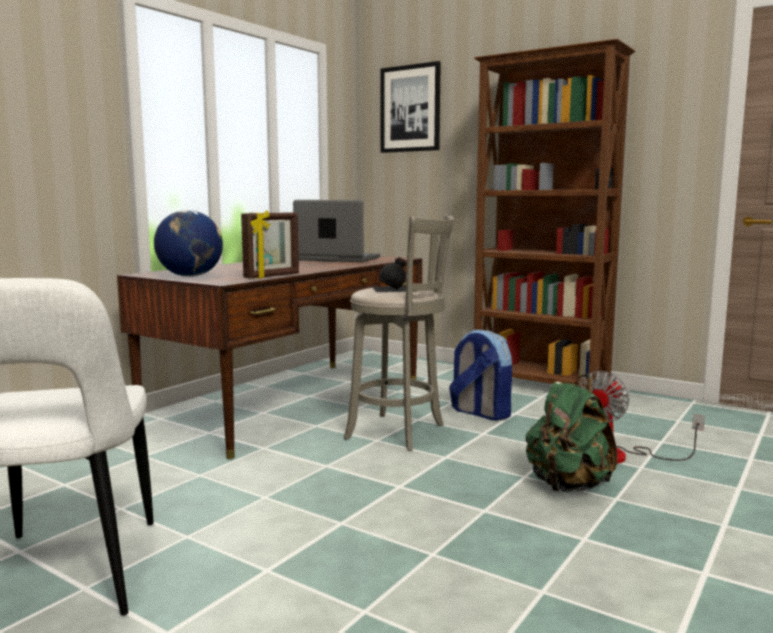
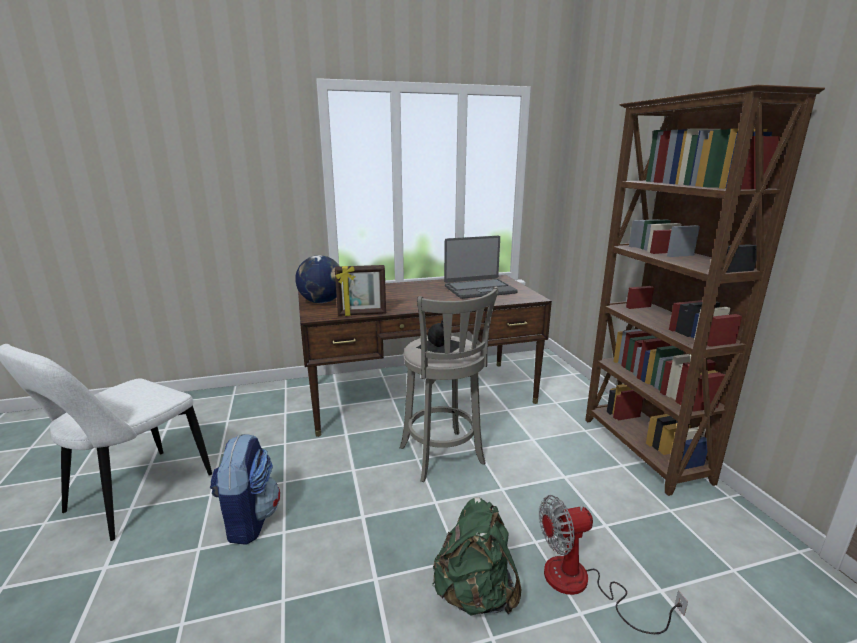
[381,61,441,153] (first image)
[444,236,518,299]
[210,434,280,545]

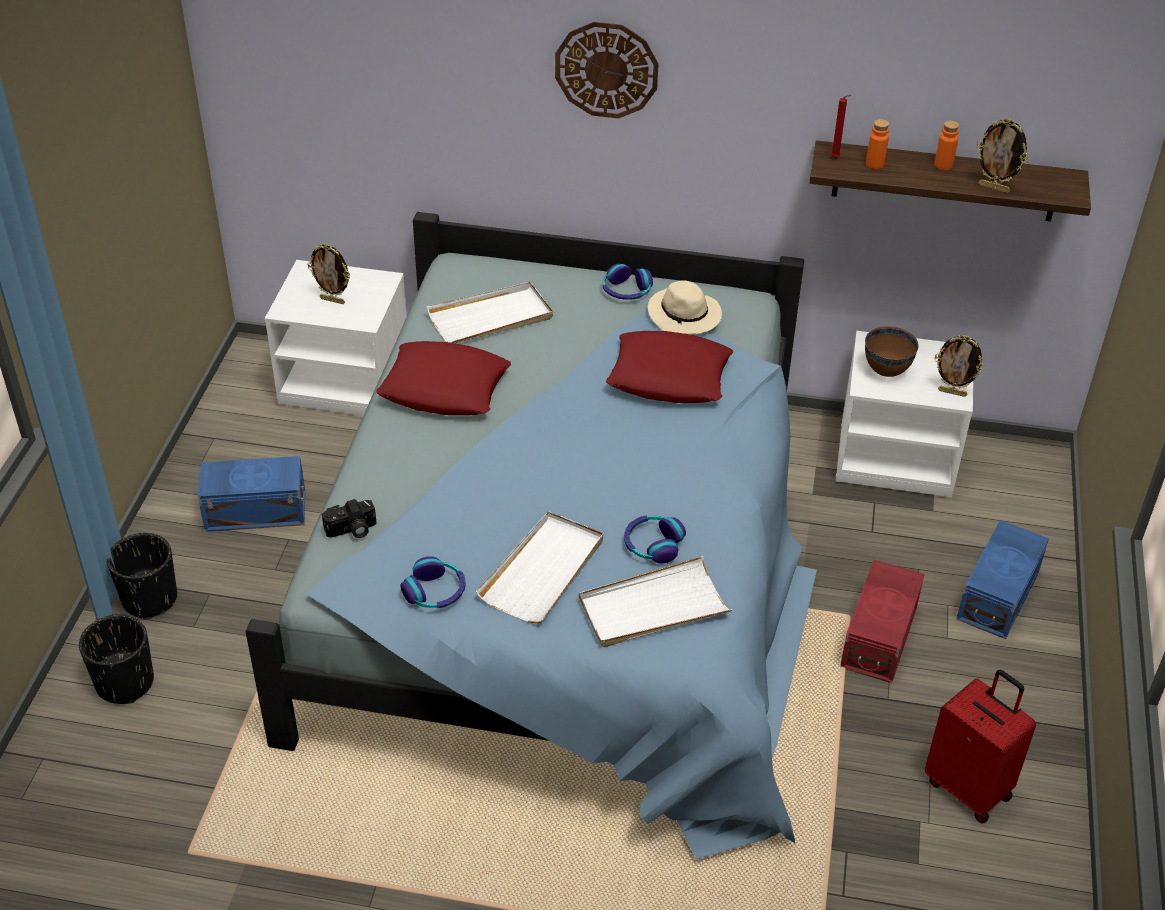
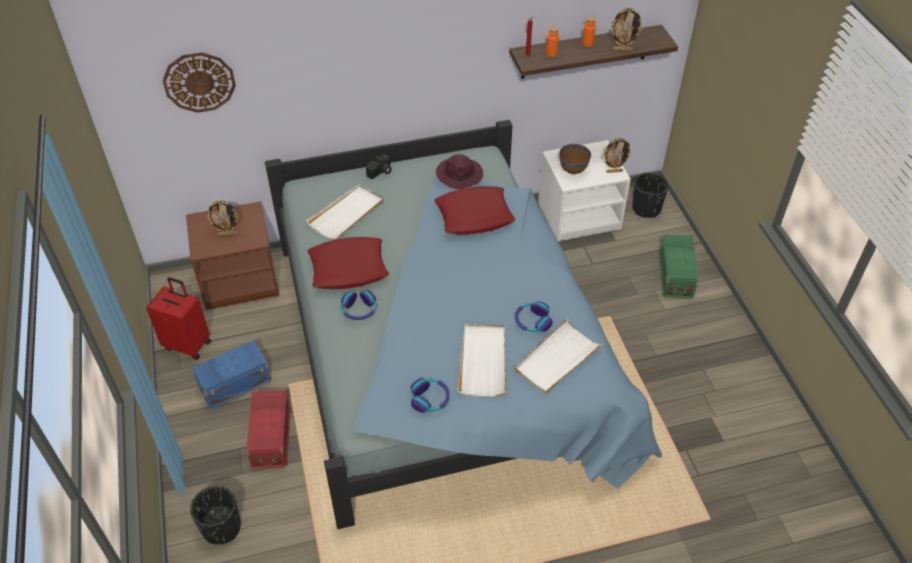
[162,52,236,113]
[186,202,279,310]
[341,290,377,320]
[436,154,483,189]
[366,154,392,179]
[658,234,699,299]
[632,173,669,218]
[246,390,291,469]
[146,277,211,360]

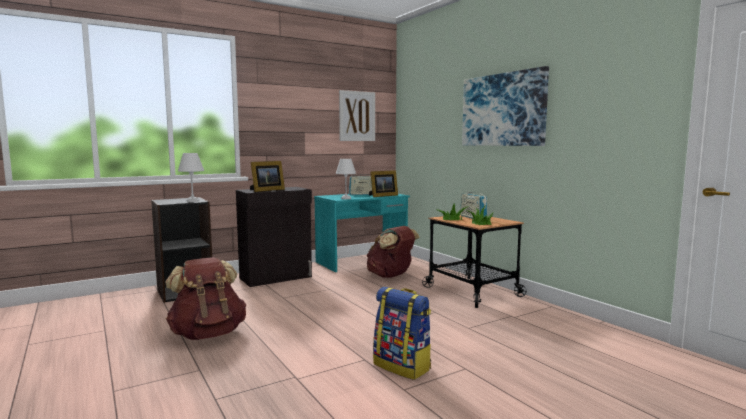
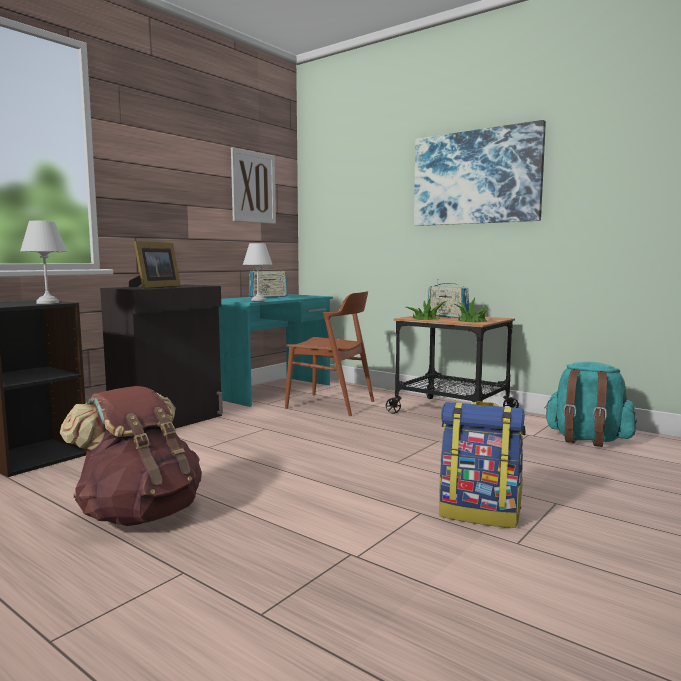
[369,170,398,197] (first image)
[285,291,374,416]
[544,362,637,447]

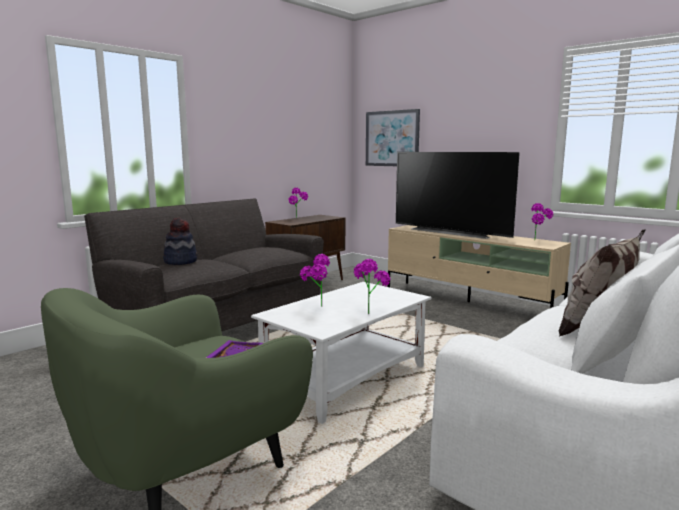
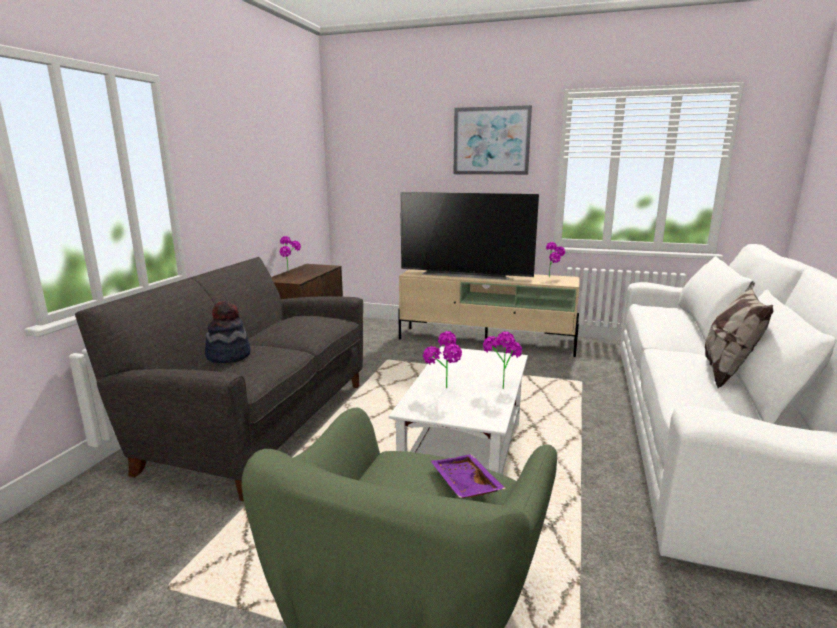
[454,105,532,175]

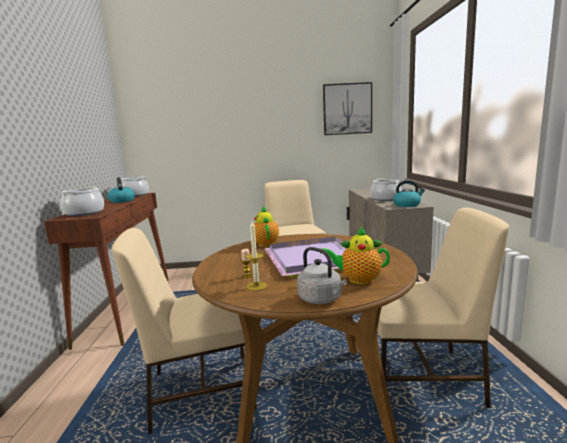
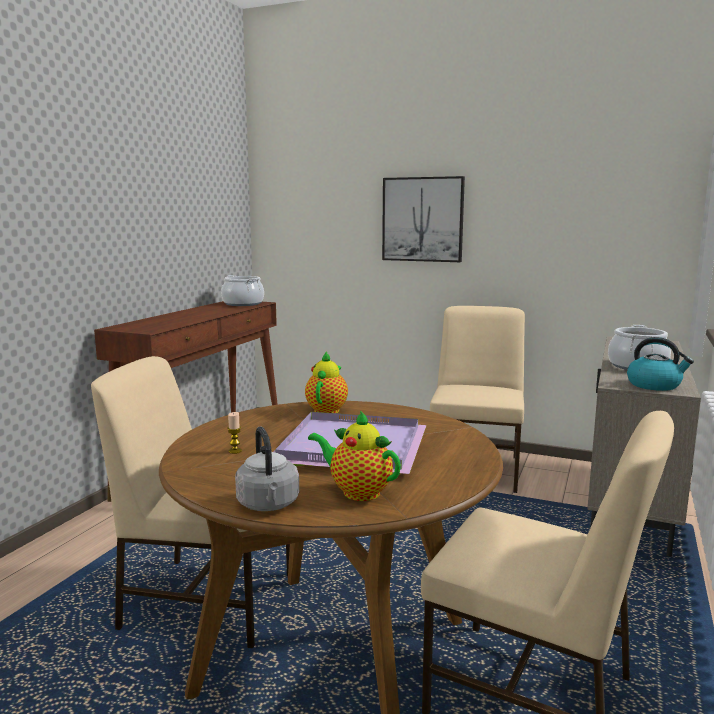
[382,176,465,262]
[107,177,135,203] (first image)
[60,186,104,216] (first image)
[245,221,267,291] (first image)

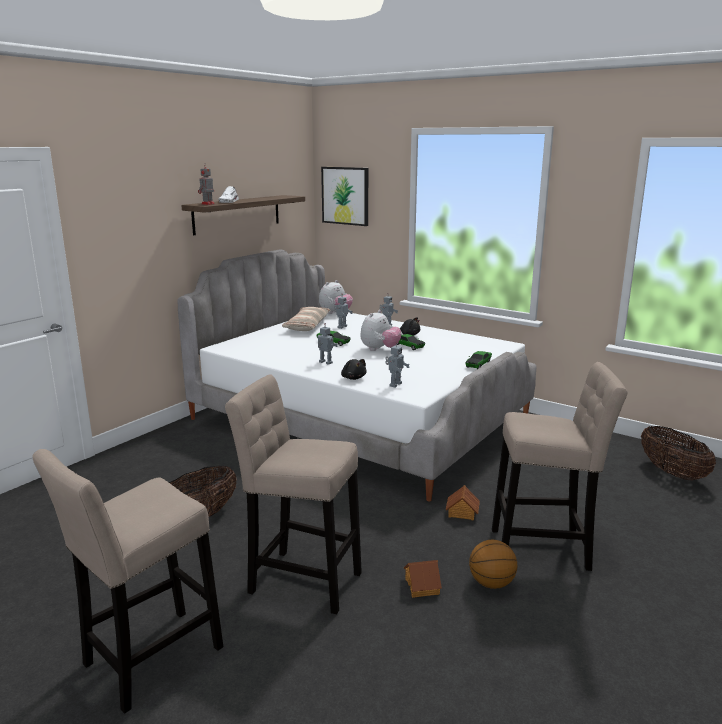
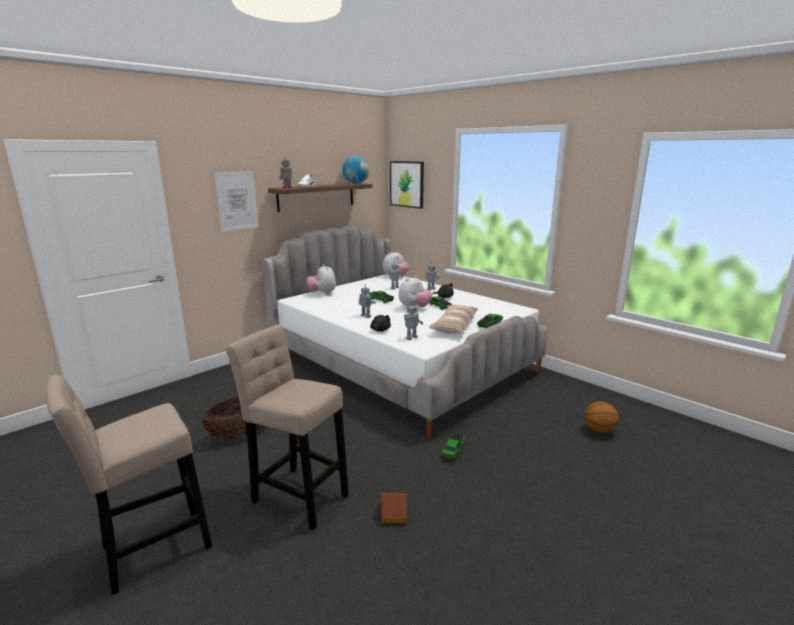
[429,305,478,334]
[492,362,627,571] (first image)
[641,426,716,480] (first image)
[441,433,465,459]
[585,401,619,433]
[342,156,369,184]
[214,171,259,232]
[307,264,336,295]

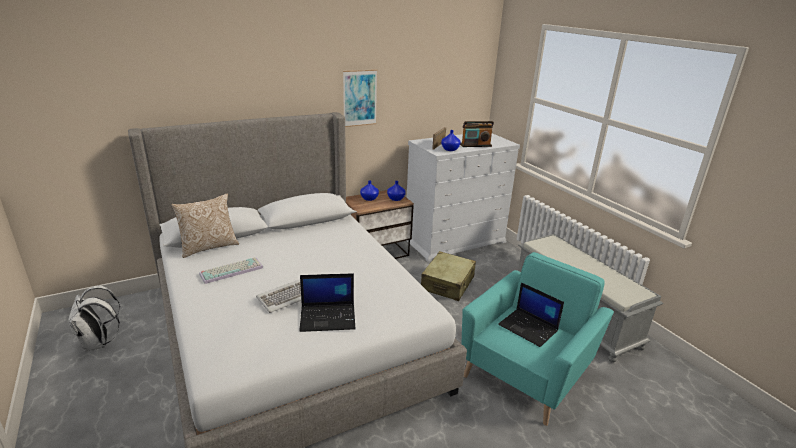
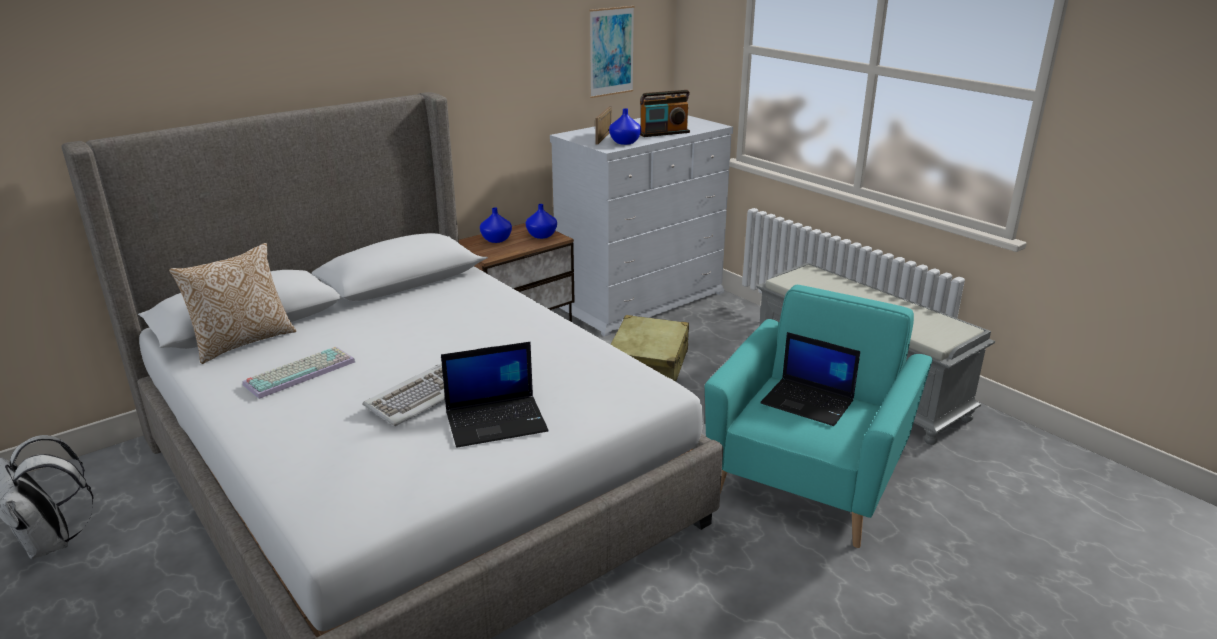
[589,6,634,98]

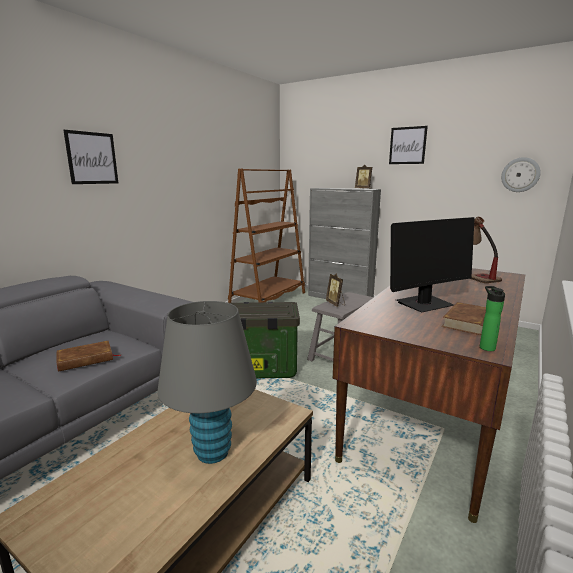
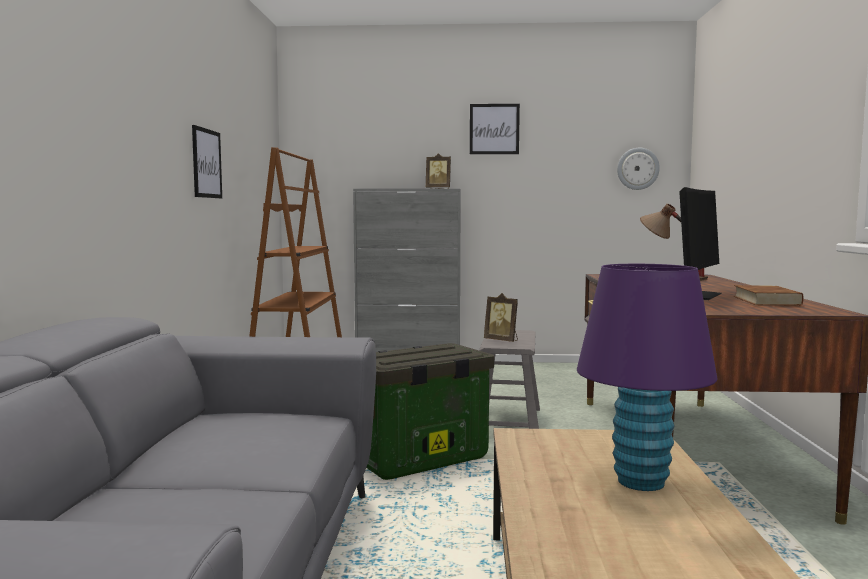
[192,125,222,198]
[480,286,505,351] (first image)
[577,264,717,491]
[57,341,121,372] (first image)

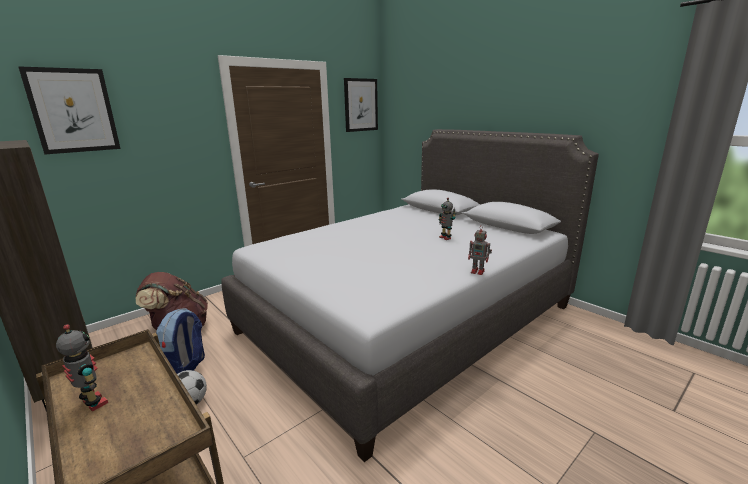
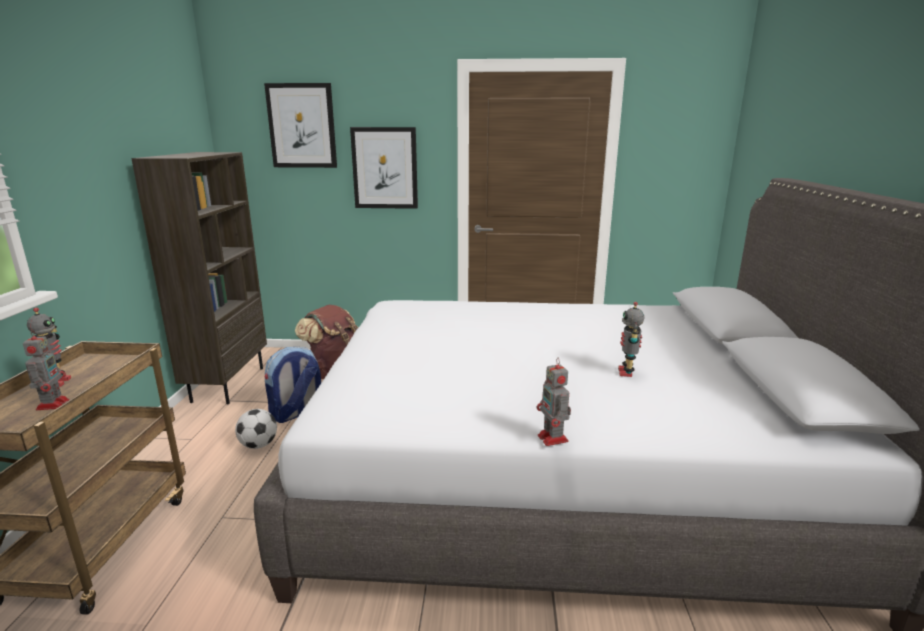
[350,127,418,209]
[23,329,70,410]

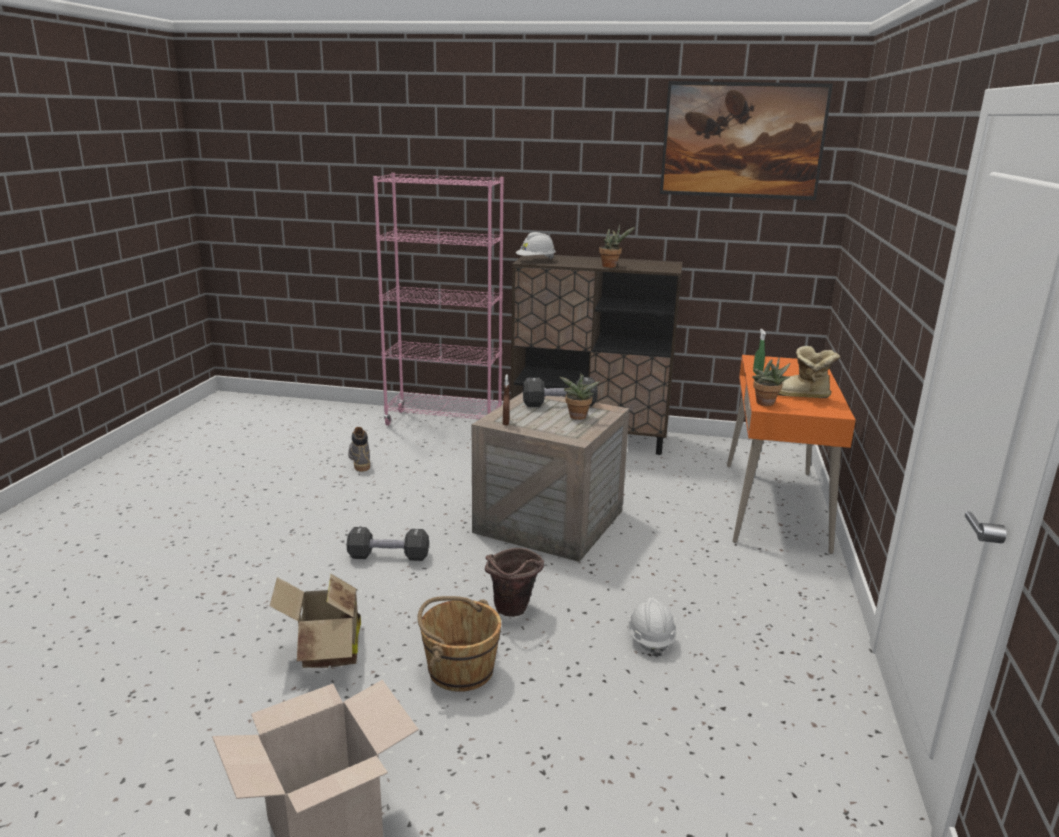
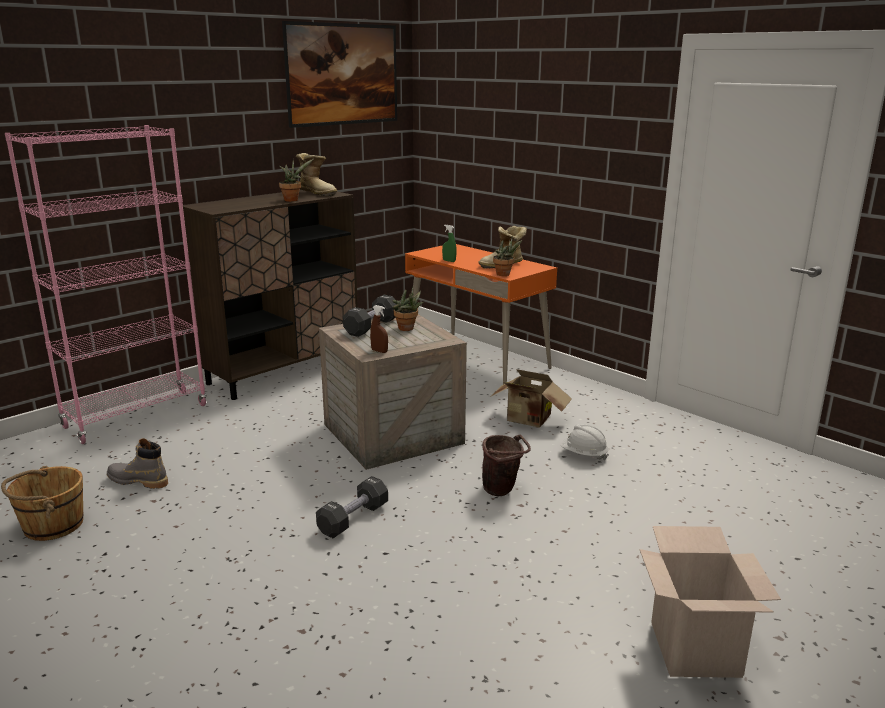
[516,232,556,259] (first image)
[490,369,572,427]
[1,466,83,541]
[296,153,337,196]

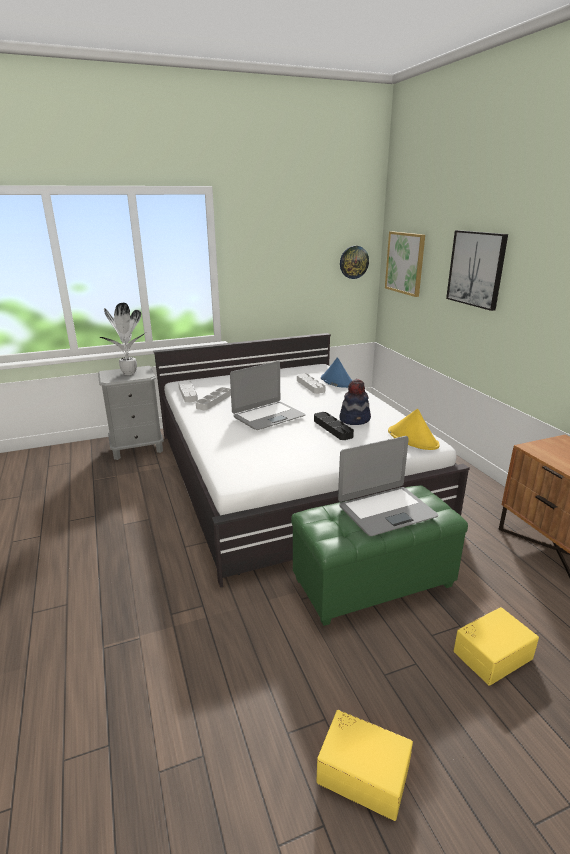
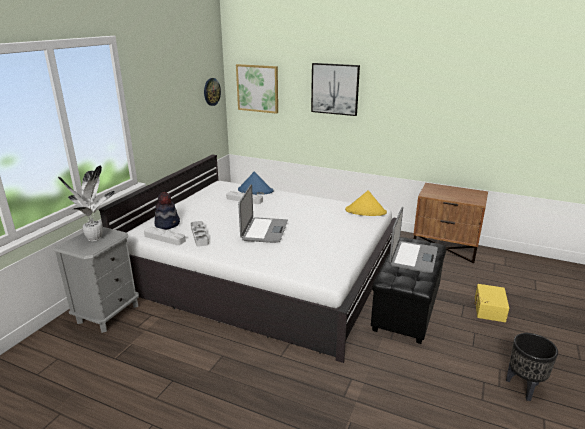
[154,192,180,229]
[314,412,354,440] (first image)
[371,237,446,344]
[506,333,558,401]

